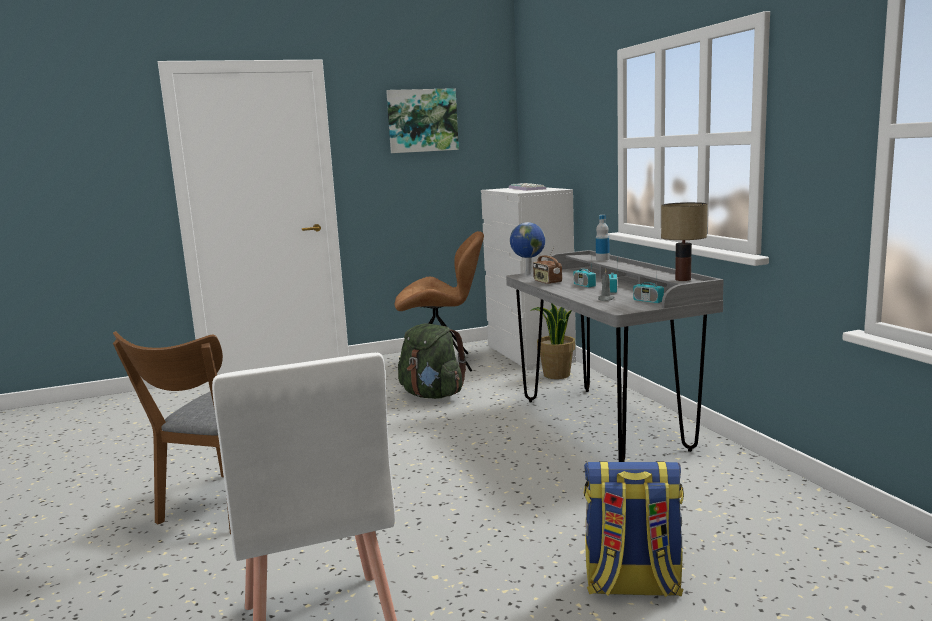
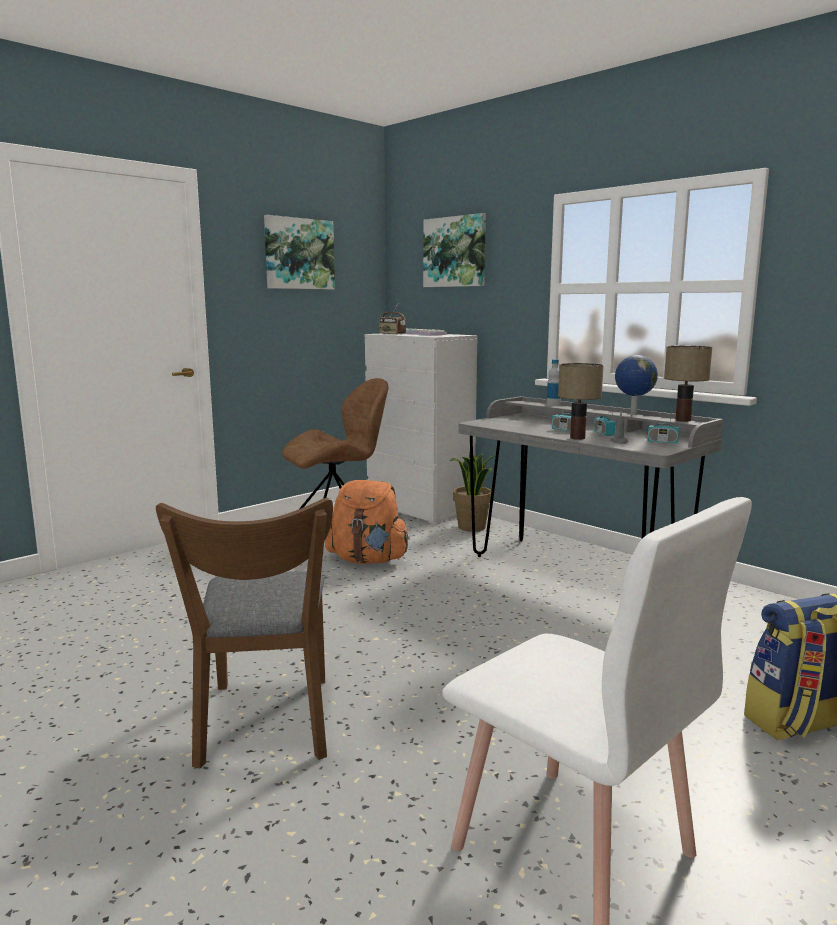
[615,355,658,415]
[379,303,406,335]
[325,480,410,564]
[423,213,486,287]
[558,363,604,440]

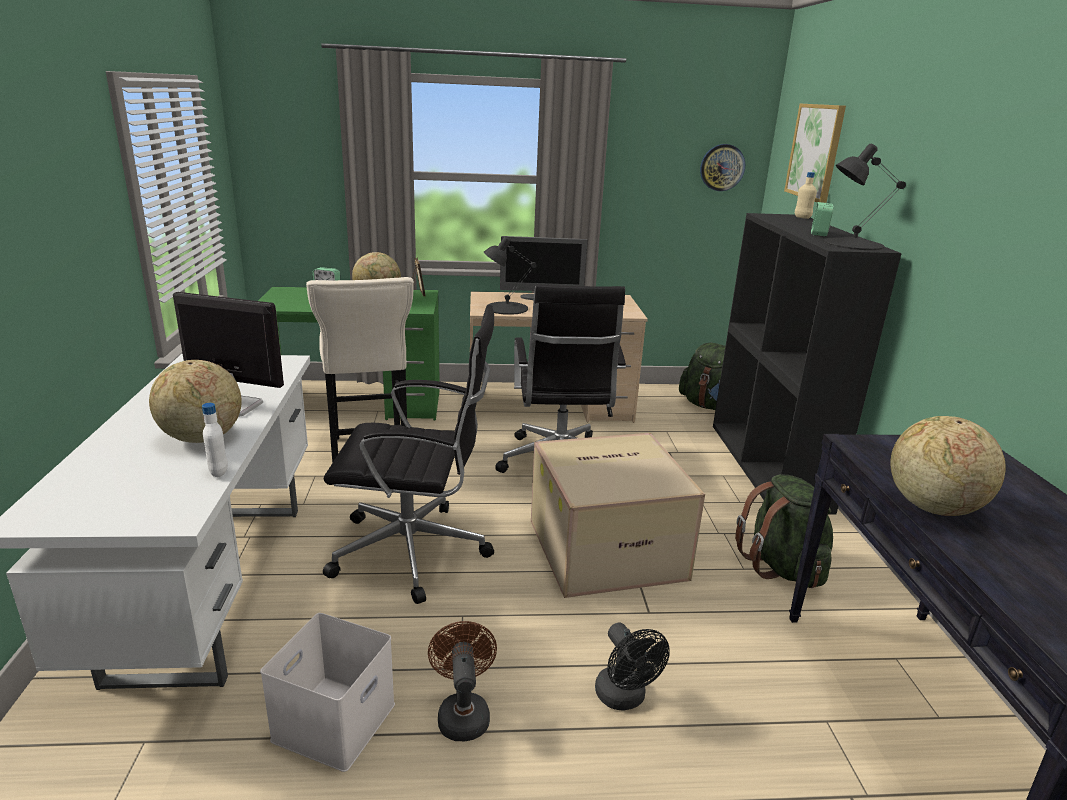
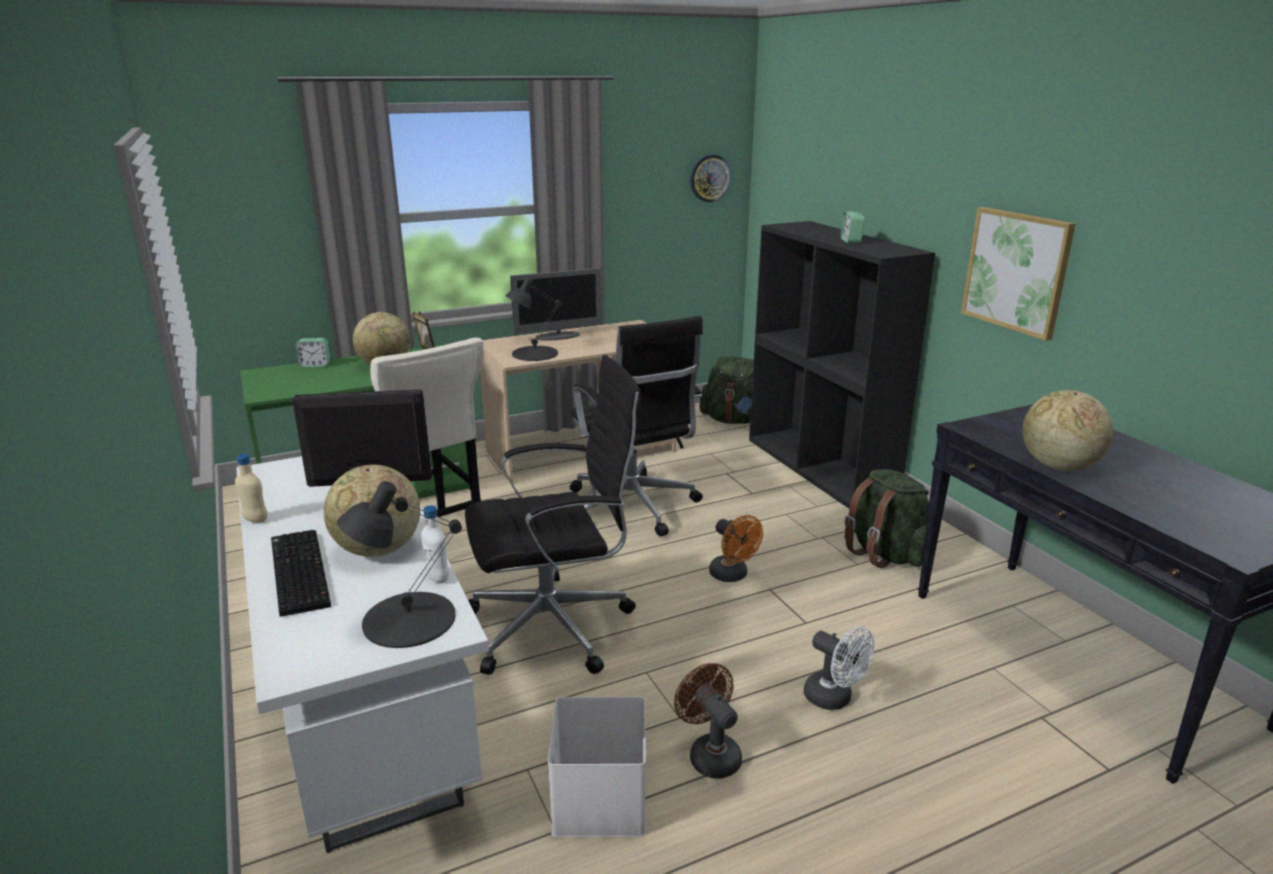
[961,207,1075,341]
[337,481,462,648]
[235,454,268,523]
[709,515,763,582]
[804,627,874,710]
[271,530,331,617]

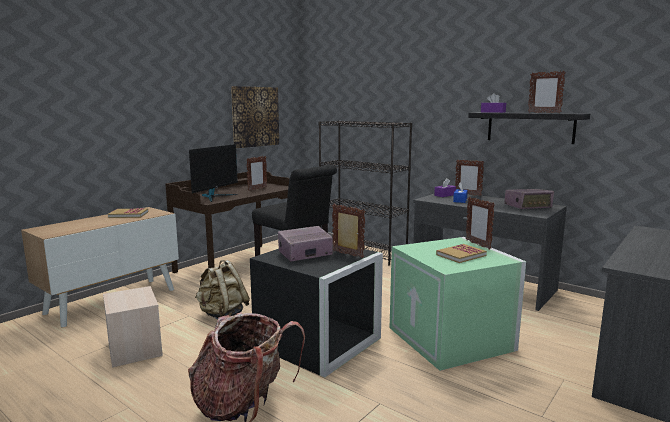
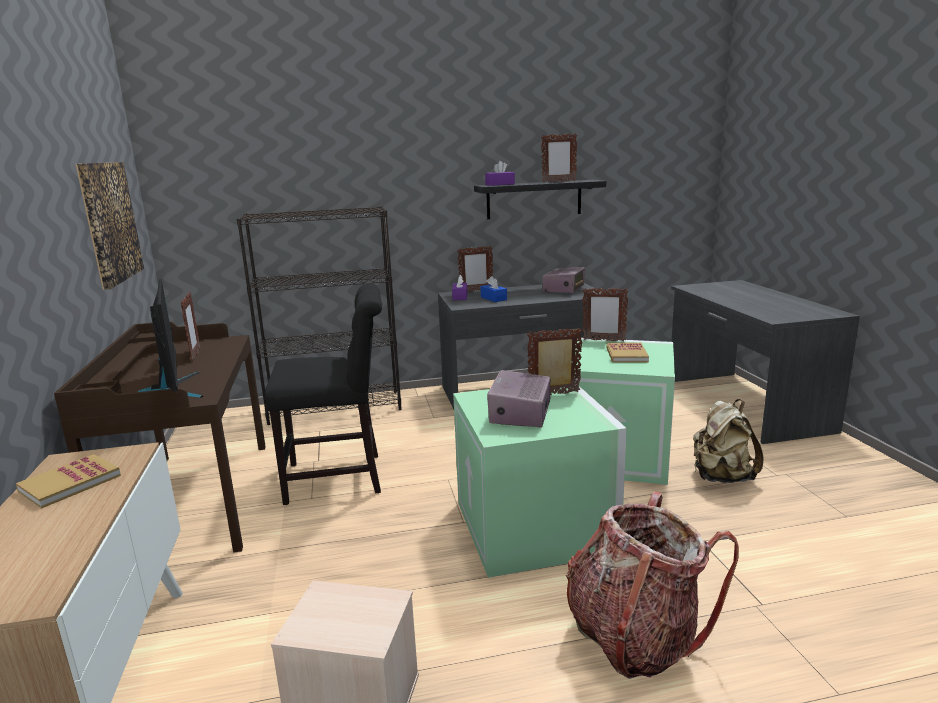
[453,386,627,578]
[693,399,763,483]

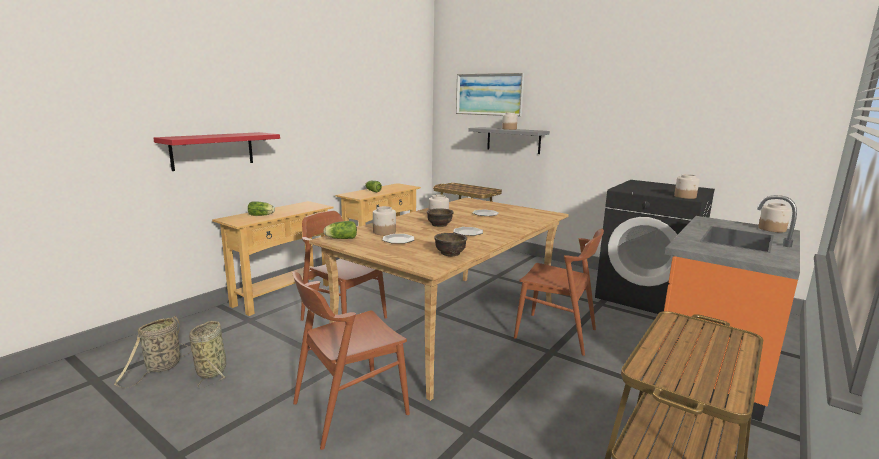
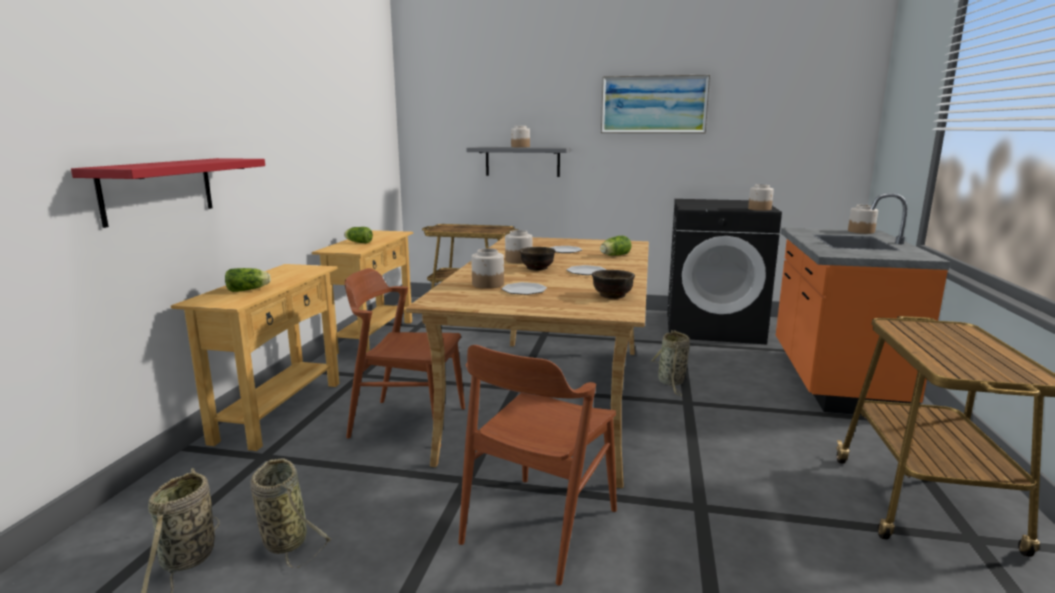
[601,75,710,134]
[600,236,631,256]
[650,330,690,397]

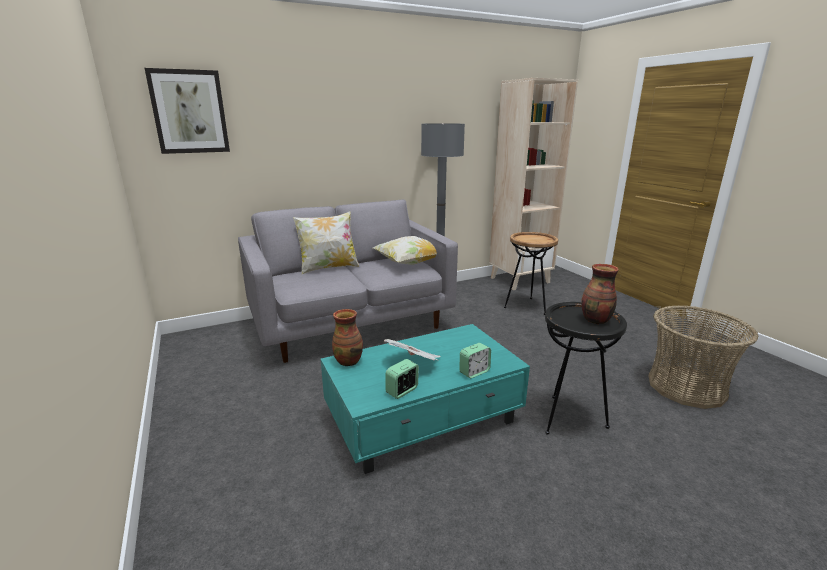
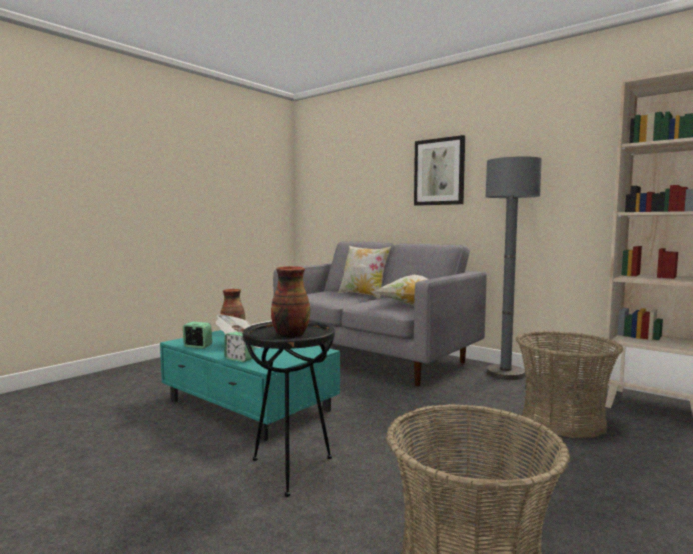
[414,135,465,206]
[516,331,623,438]

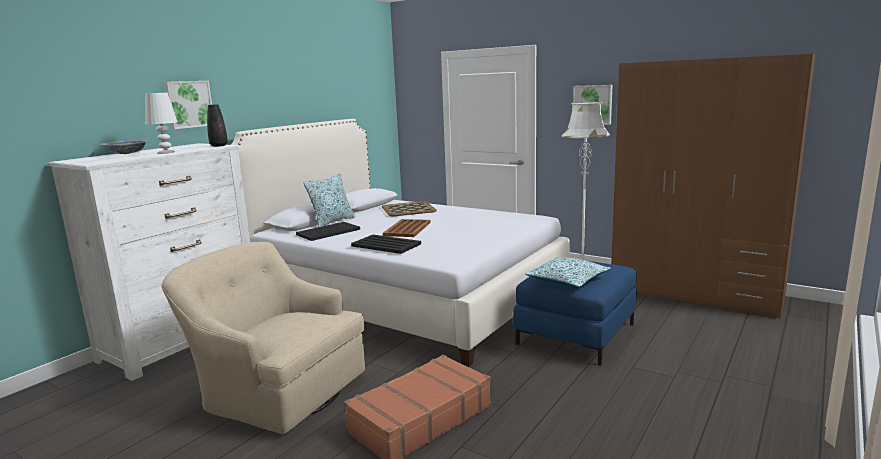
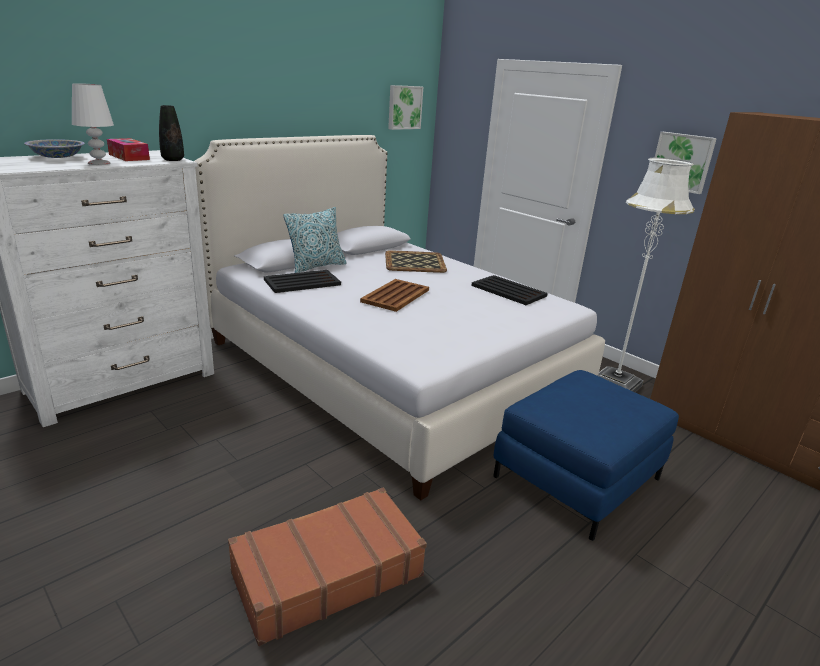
[388,85,423,130]
[472,275,548,305]
[161,242,365,434] (first image)
[525,257,611,288] (first image)
[107,138,150,161]

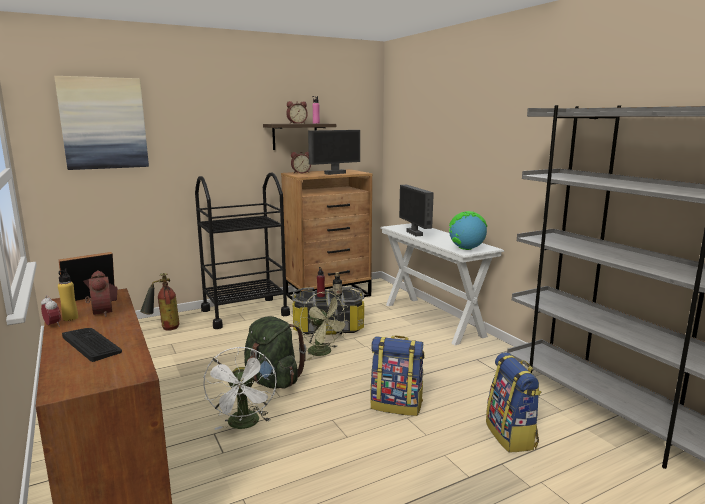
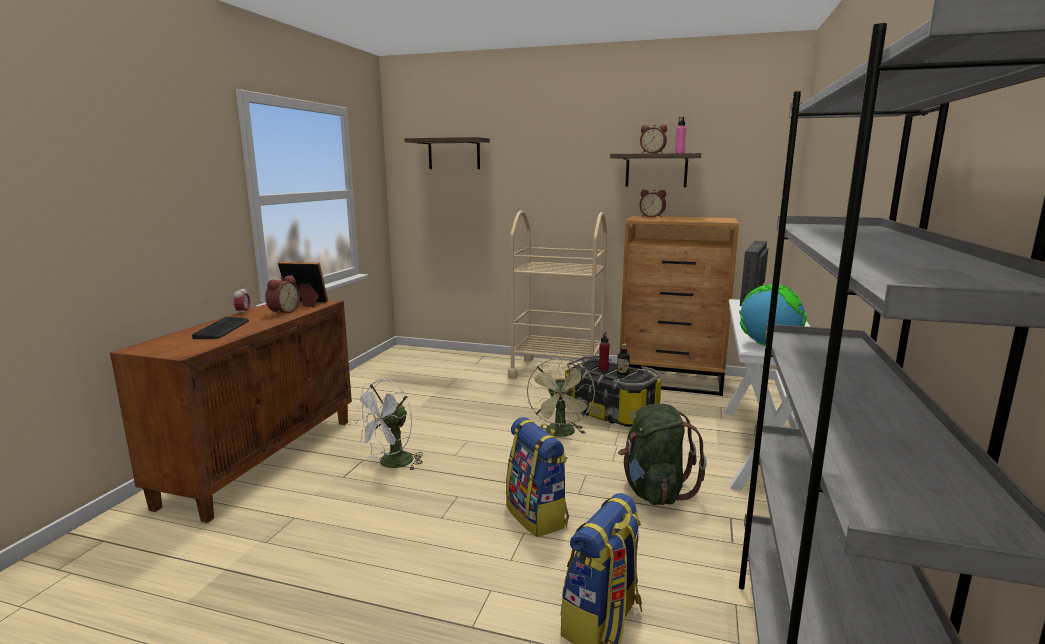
[404,137,490,169]
[308,130,360,175] (first image)
[508,211,607,379]
[58,269,78,321] (first image)
[140,273,179,331] (first image)
[618,403,707,505]

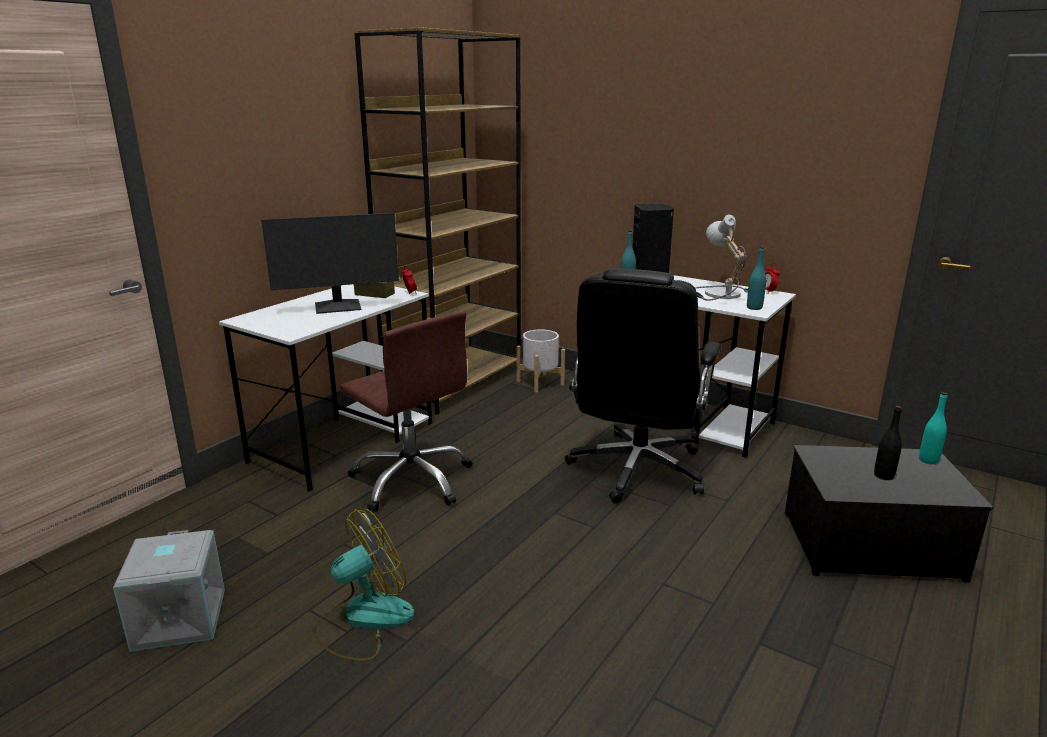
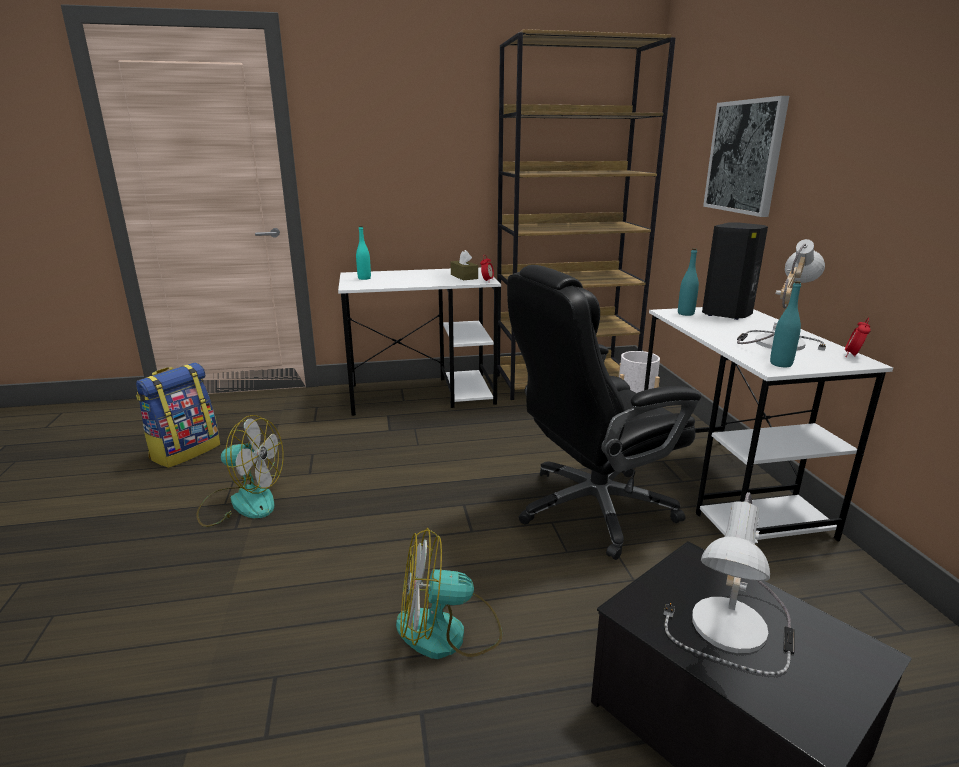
[261,213,399,314] (first image)
[340,311,472,512] (first image)
[356,226,371,280]
[664,492,795,675]
[136,363,220,468]
[703,96,789,217]
[396,528,502,659]

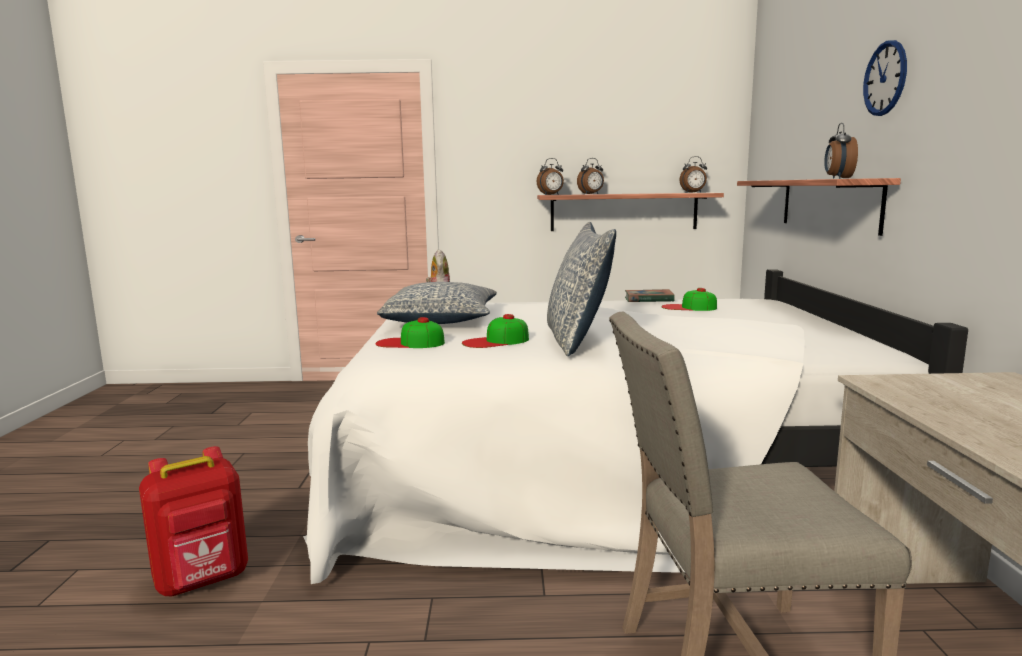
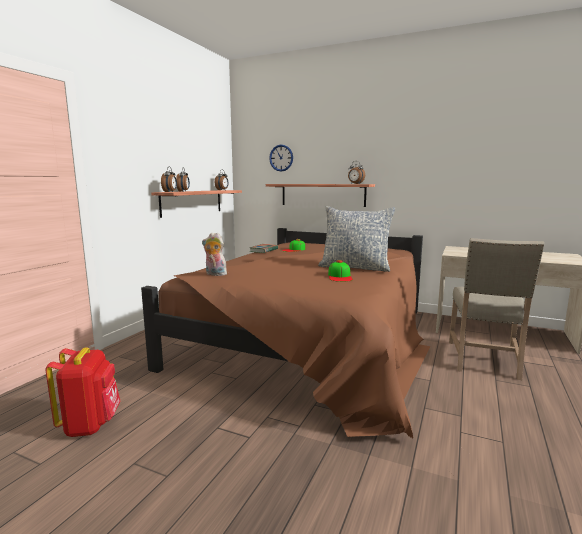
[269,145,293,172]
[141,228,431,438]
[377,282,497,324] (first image)
[375,317,445,348] (first image)
[45,347,120,437]

